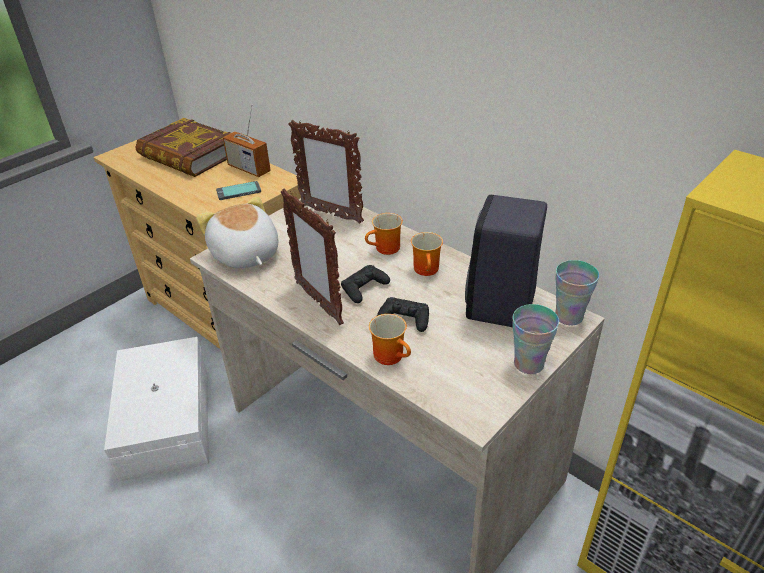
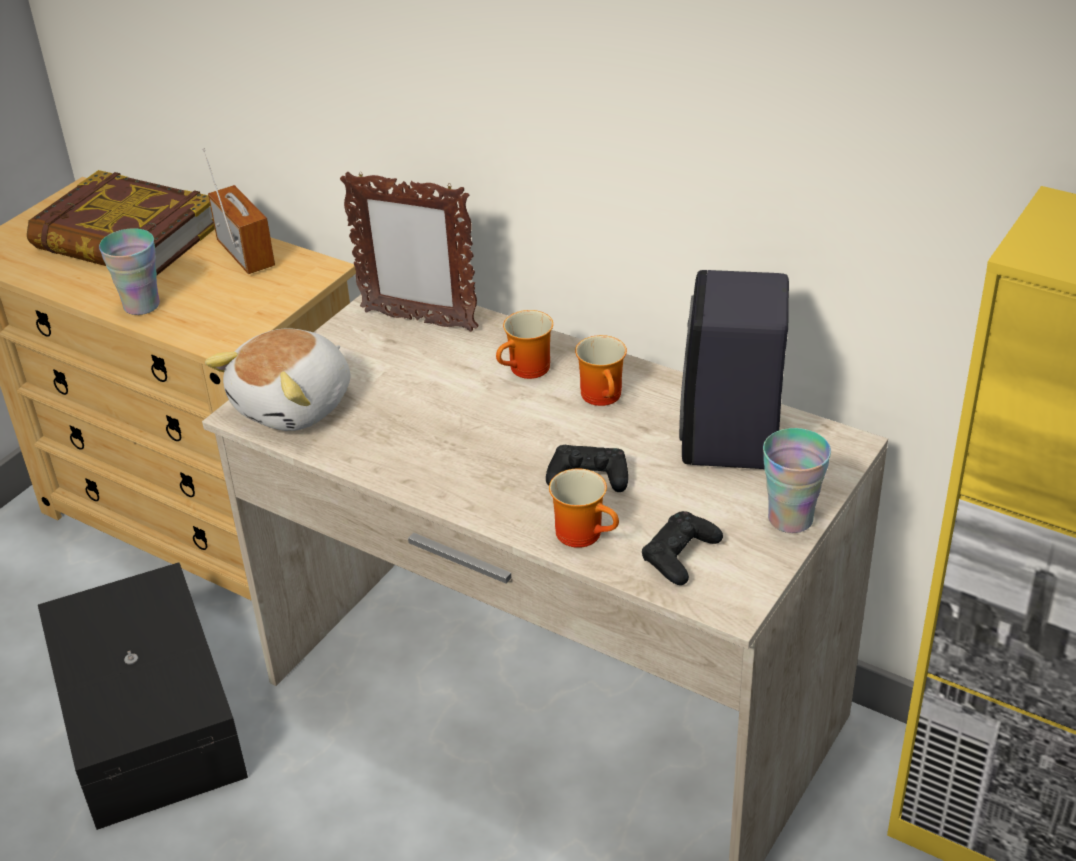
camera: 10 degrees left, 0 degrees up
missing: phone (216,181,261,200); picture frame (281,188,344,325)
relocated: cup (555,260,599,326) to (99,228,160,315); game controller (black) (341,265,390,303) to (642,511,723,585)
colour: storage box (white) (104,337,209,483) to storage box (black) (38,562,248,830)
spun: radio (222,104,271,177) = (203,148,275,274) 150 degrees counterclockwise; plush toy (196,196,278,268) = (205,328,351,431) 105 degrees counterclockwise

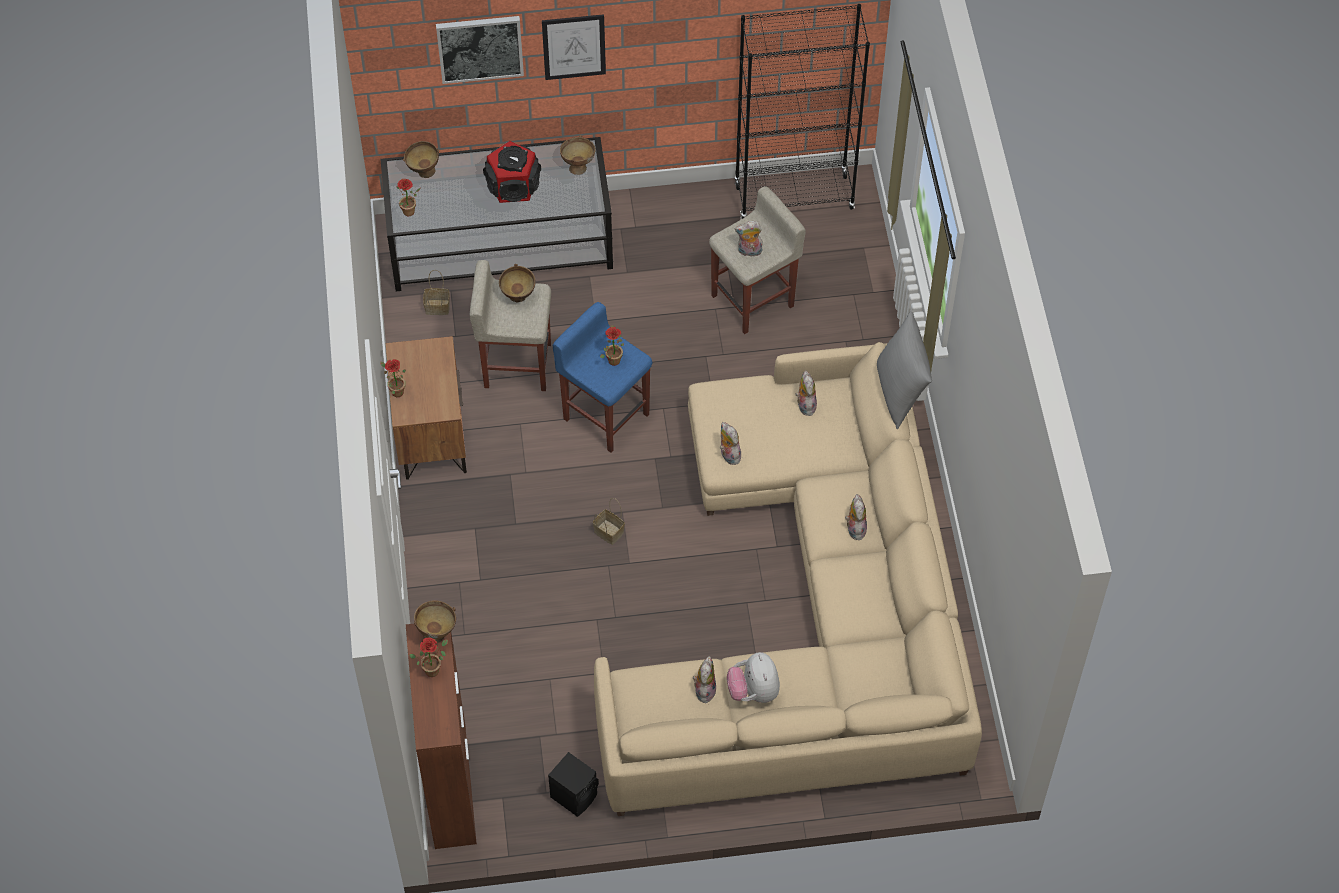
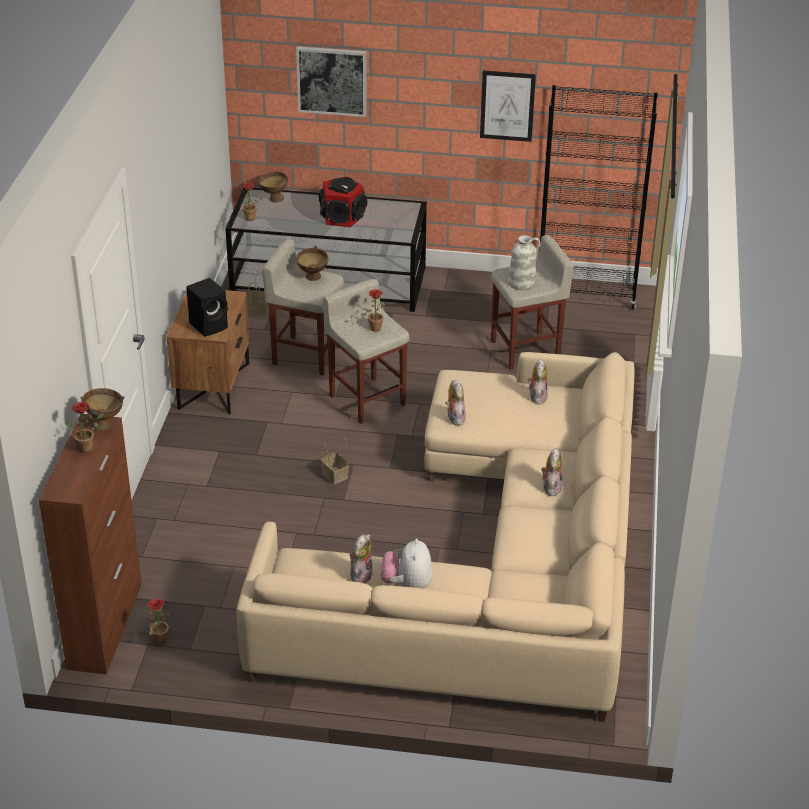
camera: 15 degrees right, 20 degrees down
missing: bowl (brown) (560,135,596,175); pillow (grey) (877,311,932,429)
relocated: potted plant (381,359,406,397) to (148,598,170,644); speaker (black) (548,752,599,817) to (186,278,228,337); picture (542,14,606,80) to (480,70,536,142)
exchanged: plush toy (734,221,763,256) to vase (white) (509,235,541,290)
colour: stool (blue) (553,302,652,453) to stool (beige) (323,279,409,424)

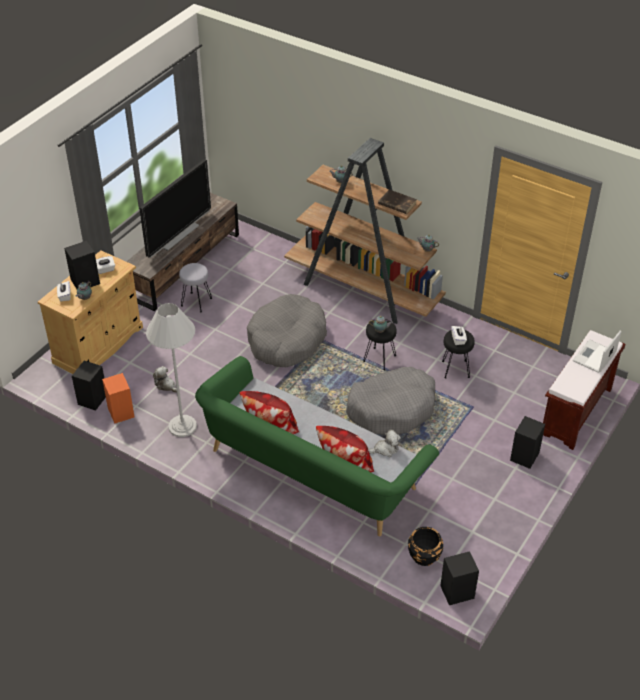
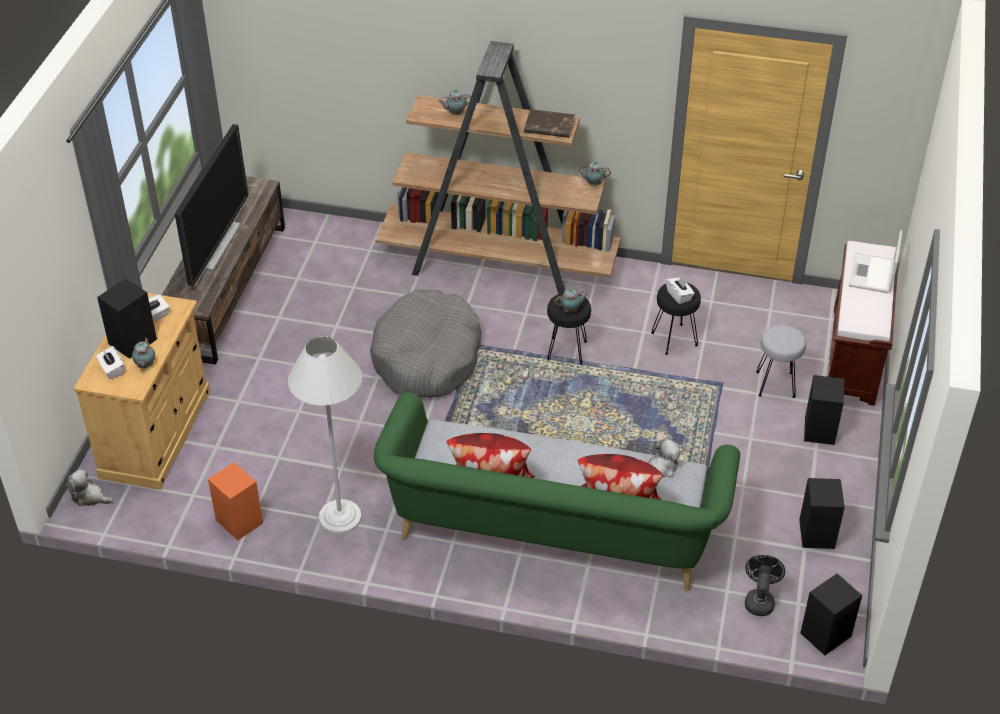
camera: 20 degrees left, 0 degrees up
missing: dog bed (grey) (346,367,435,435)
relocated: plush toy (153,366,177,393) to (67,469,113,506); stool (grey) (179,263,212,312) to (756,325,806,398); speaker (black) (72,361,106,411) to (799,478,845,549)
exchanged: planter (black) (408,527,443,566) to fan (black) (745,555,785,616)

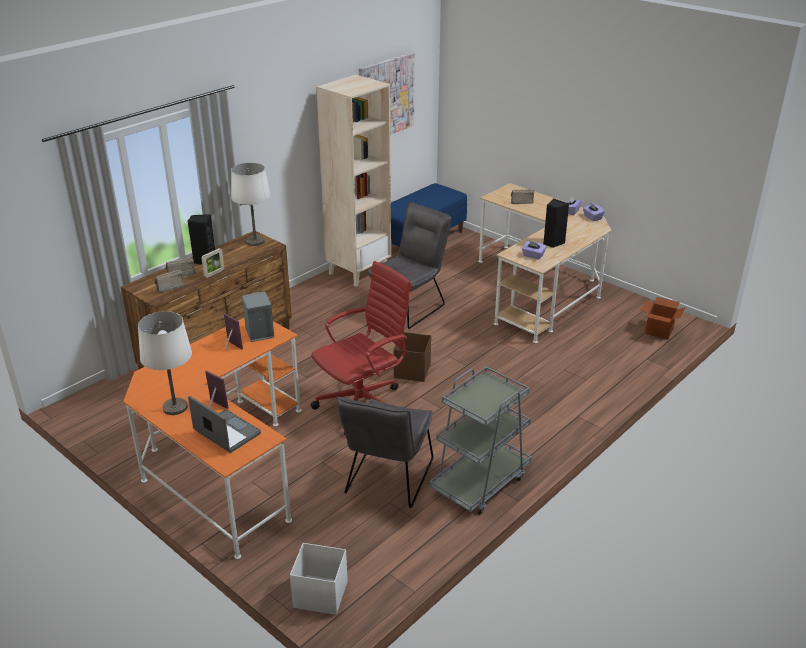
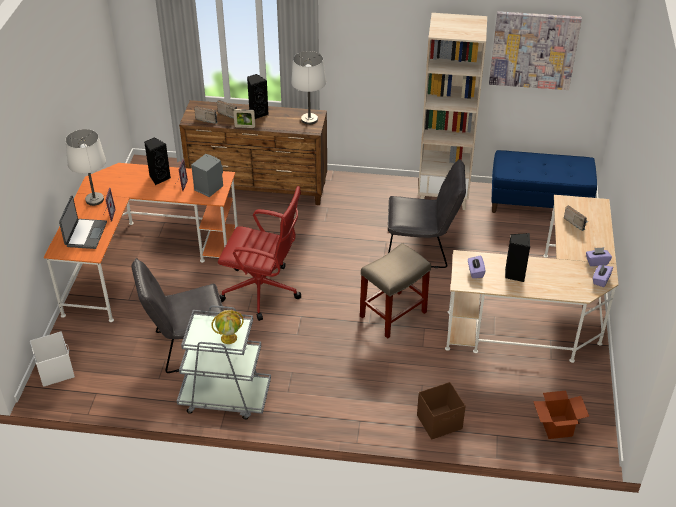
camera: 55 degrees right, 10 degrees up
appeared: speaker (black) (144,137,171,185); globe (211,310,244,344); stool (beige) (360,243,431,339)
relocated: storage box (brown) (393,332,431,382) to (417,382,466,440)

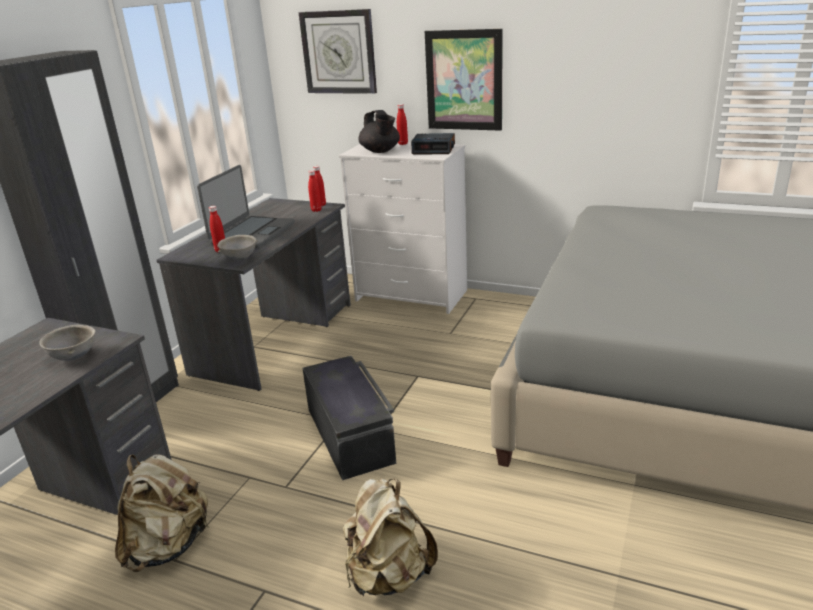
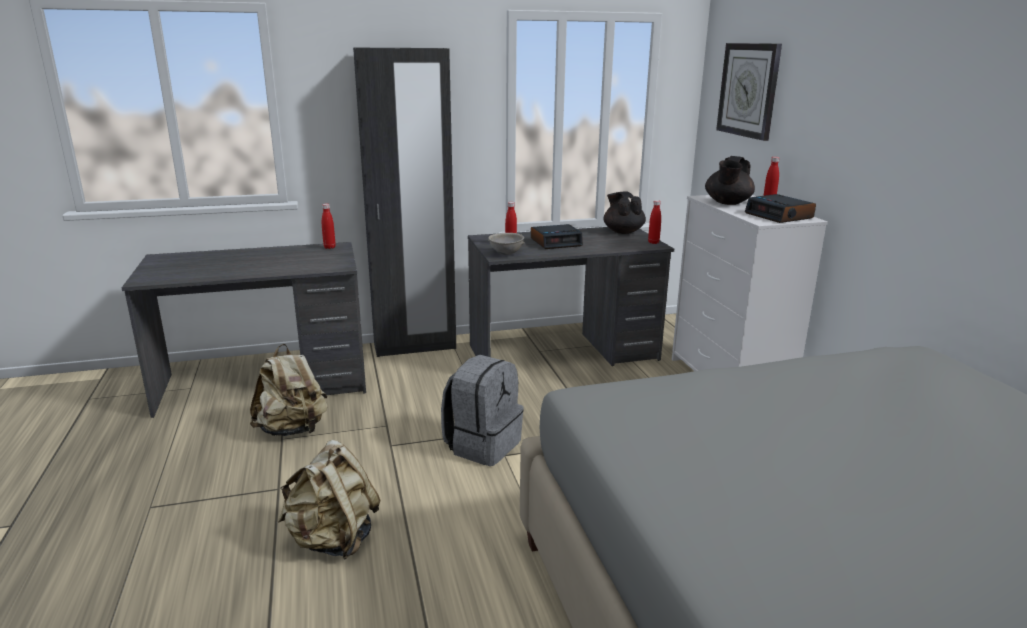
camera: 50 degrees right, 5 degrees down
missing: bowl (grey) (39,325,96,361); picture (425,29,503,131)
appeared: teapot (black) (603,191,646,234)
relocated: bottle (red) (308,170,322,212) to (322,204,336,249)
exchanged: storage box (black) (302,356,396,480) to backpack (grey) (441,355,524,466); laptop (197,165,295,248) to alarm clock (531,224,583,249)

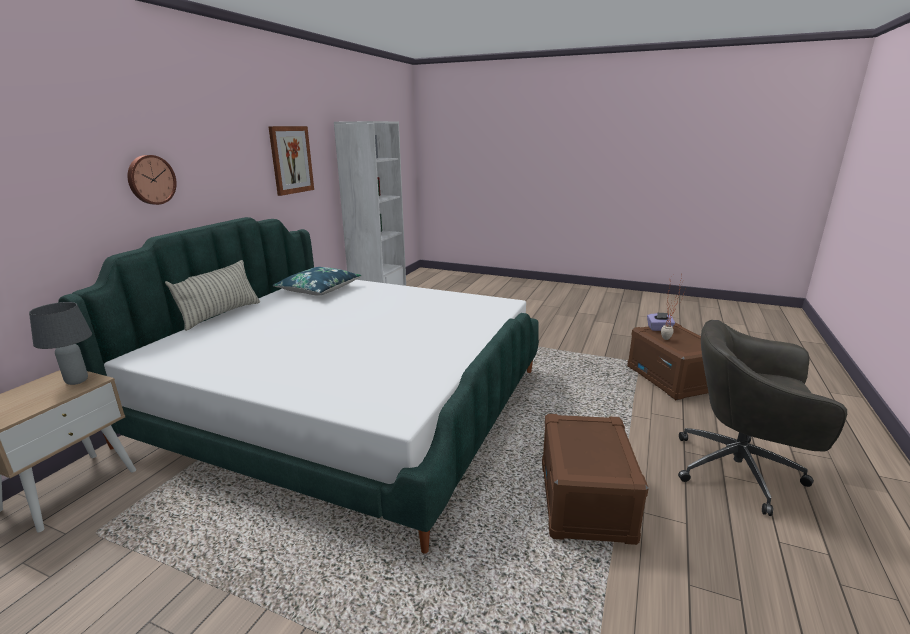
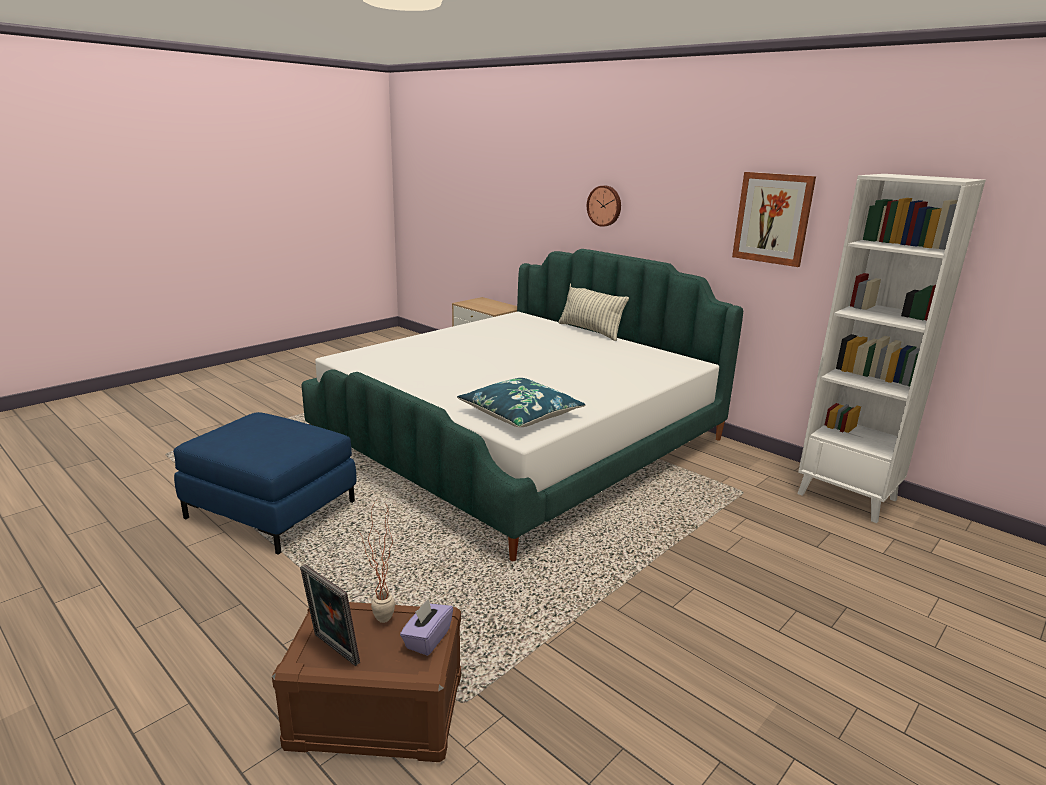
camera: 110 degrees right, 0 degrees up
missing: table lamp (grey) (29,302,92,385); office chair (grey) (678,320,847,516)
appeared: picture frame (300,564,360,666)
relocated: pillow (blue) (273,267,362,296) to (457,378,586,427)
exchanged: storage box (brown) (542,414,649,545) to ottoman (blue) (173,412,357,555)

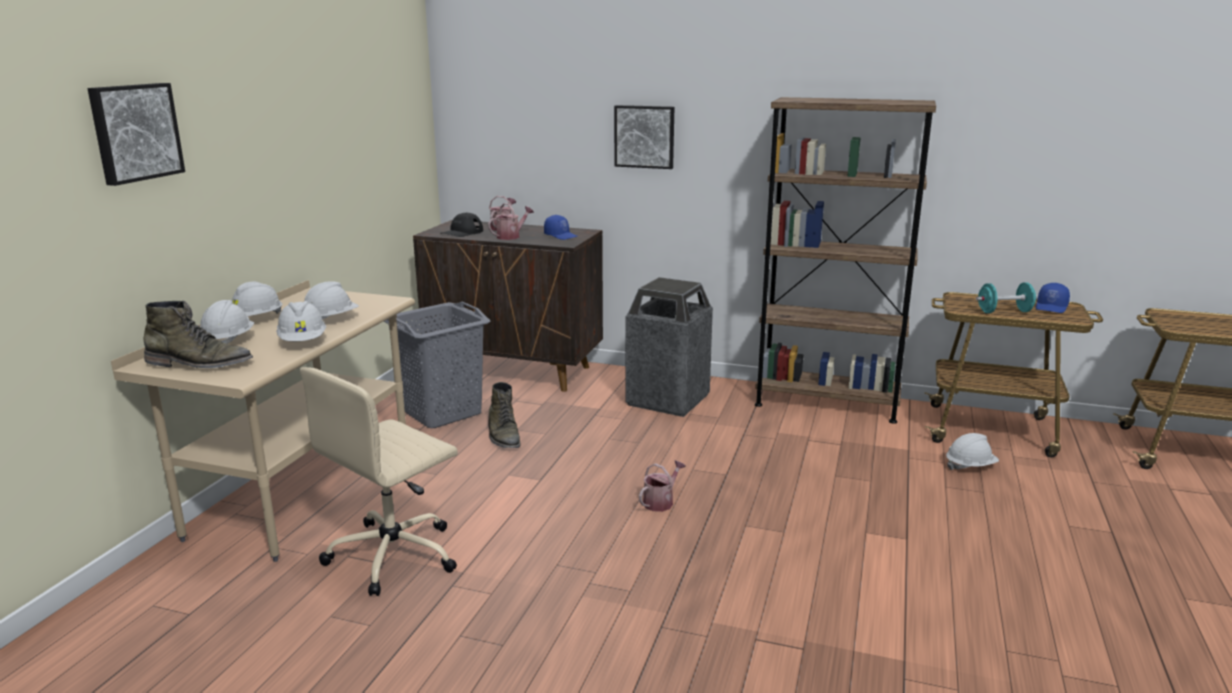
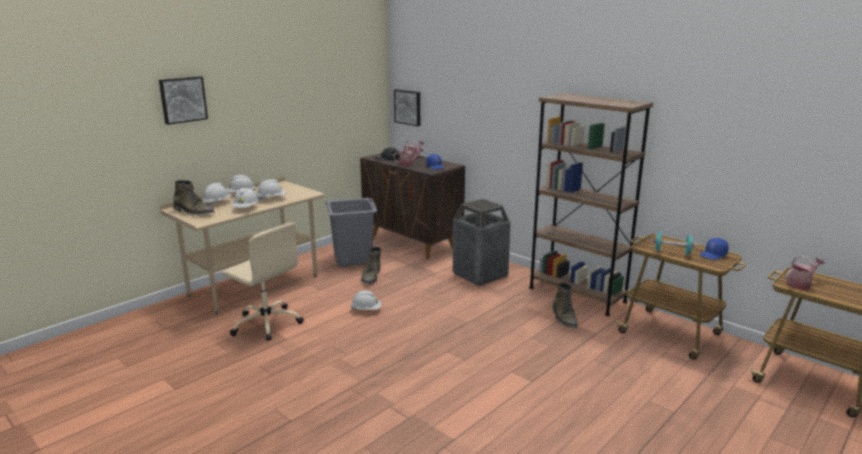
camera: 25 degrees right, 0 degrees up
appeared: boot (green) (552,282,578,328)
relocated: hard hat (white) (946,433,999,470) to (351,290,382,310); picture (614,105,674,169) to (394,89,420,126); watering can (639,460,686,512) to (786,256,825,290)
spun: office chair (beige) (300,367,458,596) = (222,222,303,341) 120 degrees counterclockwise

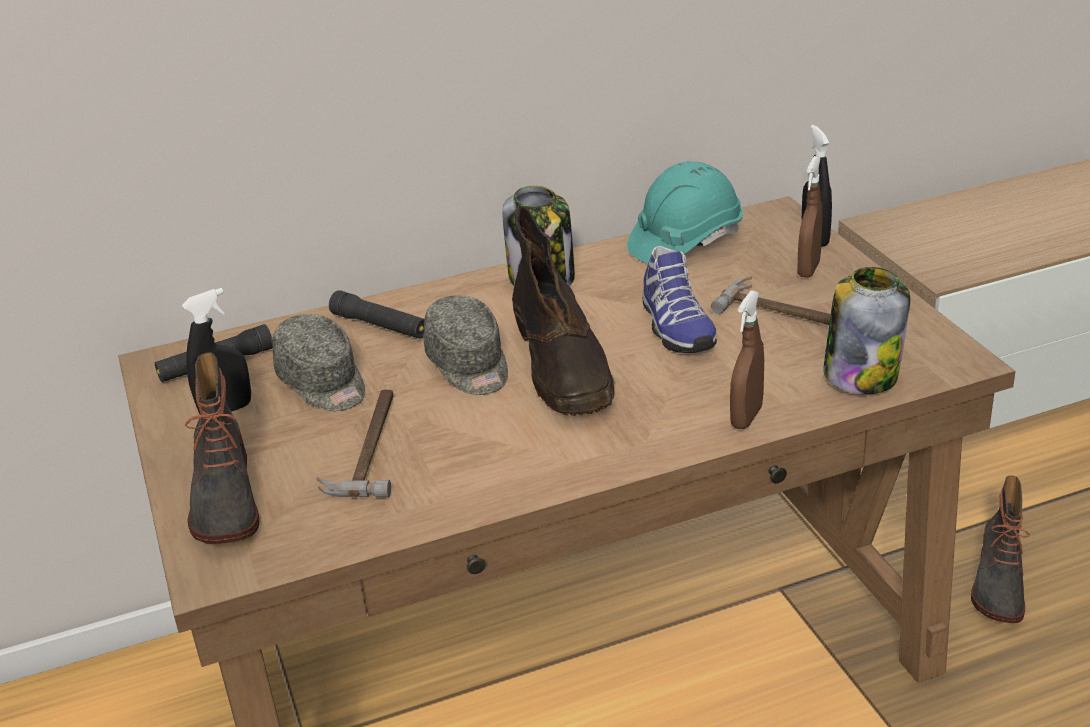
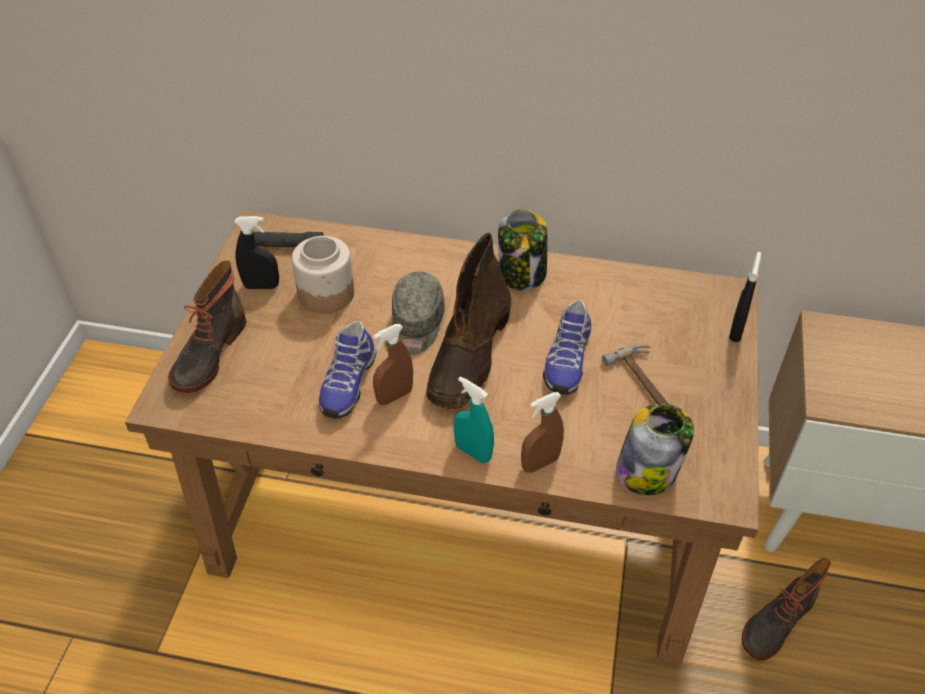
camera: 30 degrees right, 15 degrees up
missing: hammer (317,390,393,497); flashlight (black) (329,290,424,339); hard hat (turquoise) (627,161,743,264)
appeared: shoe (319,321,376,418); spray bottle (turquoise) (454,377,494,463)
relocated: spray bottle (brown) (798,156,823,278) to (373,324,413,405)
exchanged: cap (grey) (273,314,365,411) to jar (292,236,354,313)

